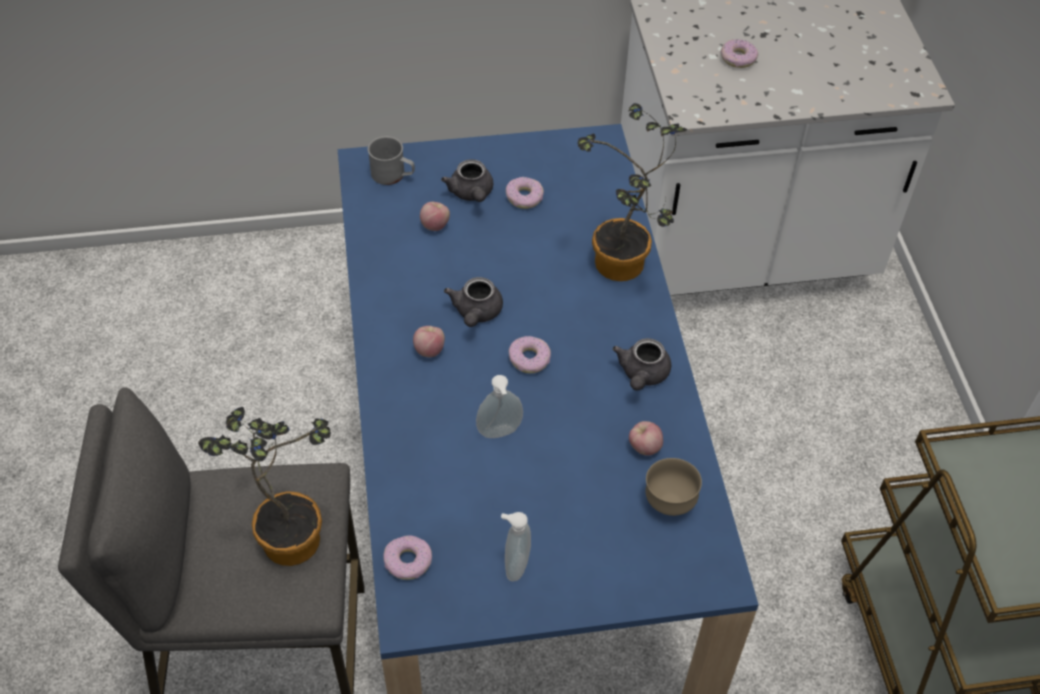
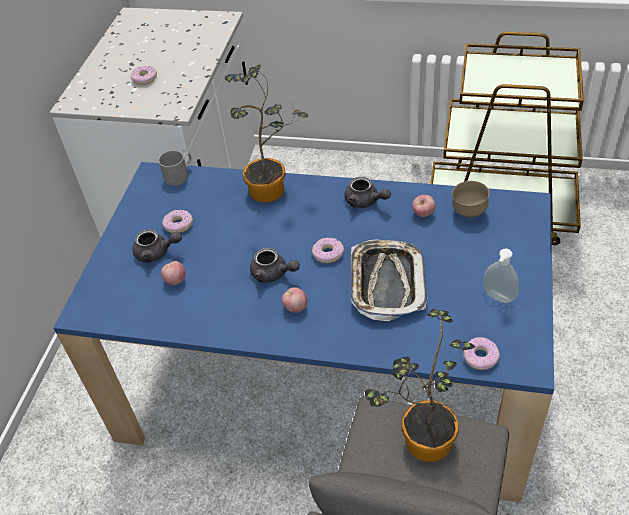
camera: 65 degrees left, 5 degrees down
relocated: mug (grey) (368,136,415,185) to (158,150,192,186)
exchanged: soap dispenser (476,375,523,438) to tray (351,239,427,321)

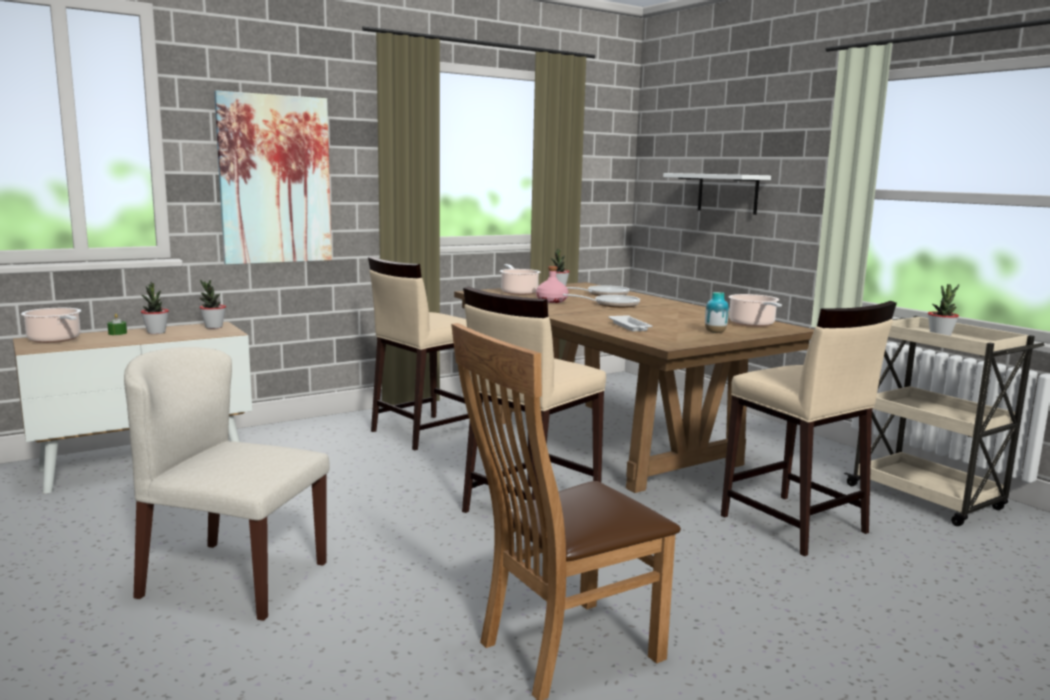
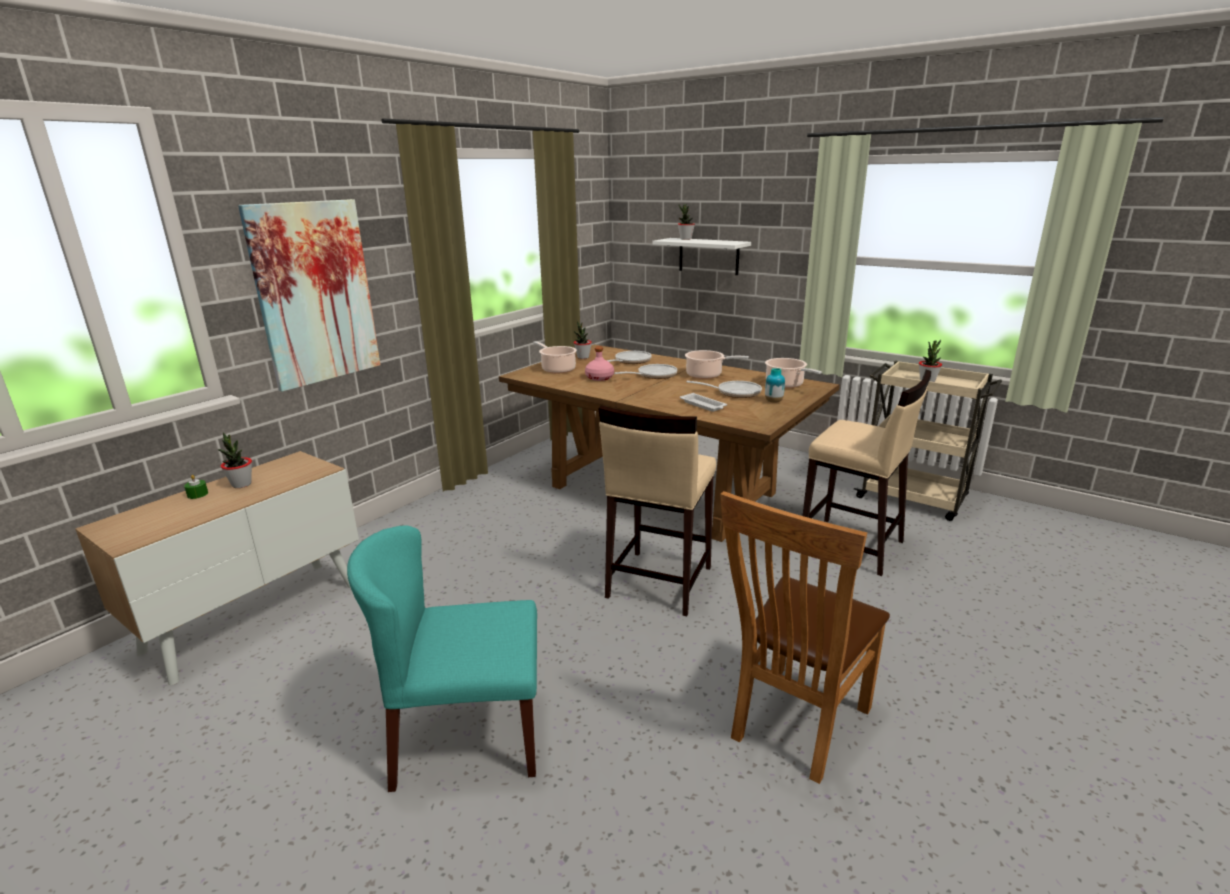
camera: 20 degrees left, 10 degrees up
missing: stool (beige) (368,256,469,451)
appeared: frying pan (687,381,762,398)
relocated: potted plant (199,279,226,329) to (678,204,695,240); cooking pot (21,308,81,343) to (685,350,749,379)
colour: chair (beige) (124,347,330,621) to chair (turquoise) (347,526,537,792)

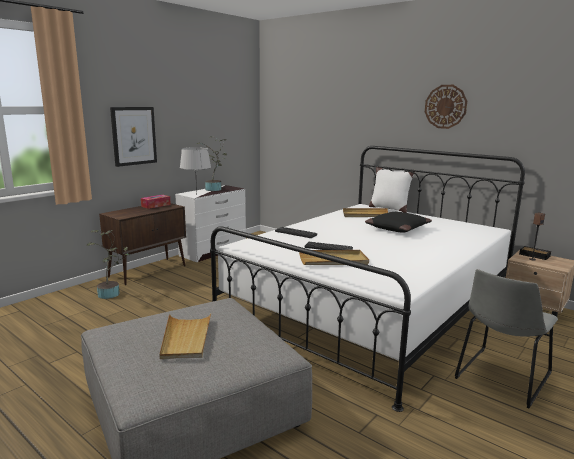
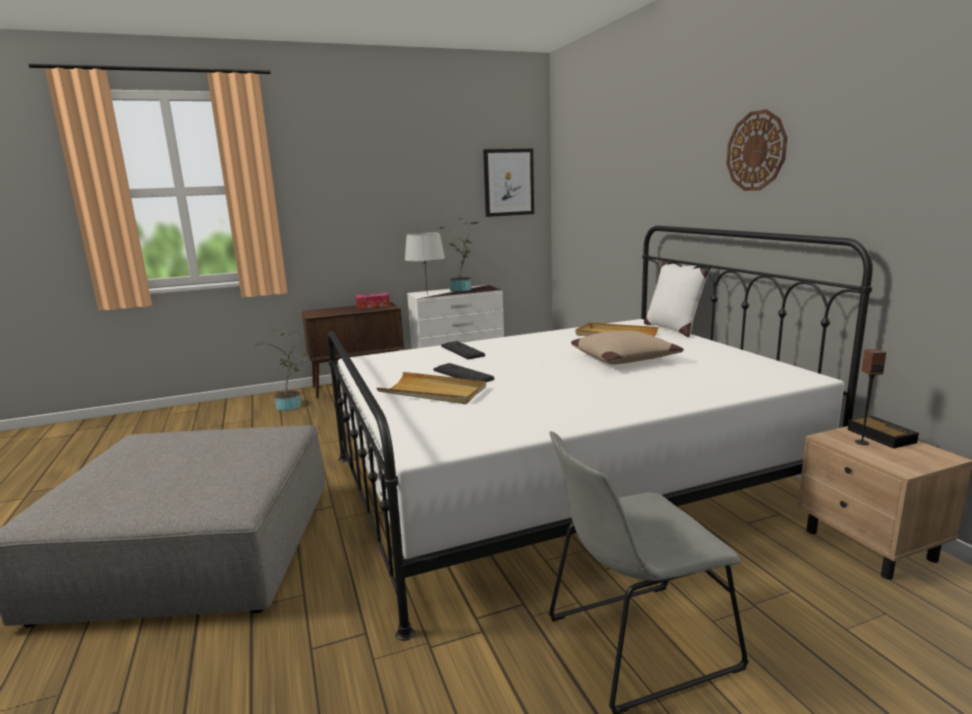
camera: 30 degrees right, 0 degrees up
missing: tray (beige) (159,314,211,359)
relocated: picture (110,107,157,167) to (483,149,534,217)
colour: pillow (black) (365,212,432,233) to pillow (beige) (571,331,684,364)

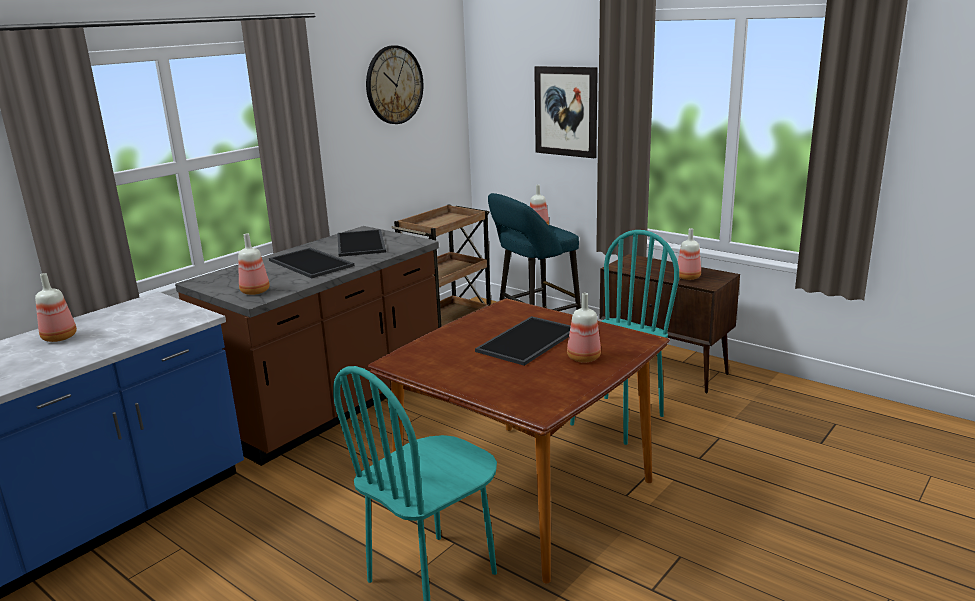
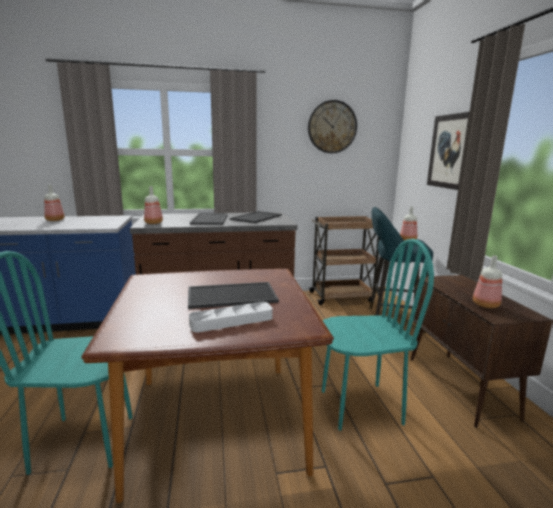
camera: 40 degrees right, 5 degrees down
exchanged: bottle (567,293,601,362) to tray (white) (189,302,273,333)

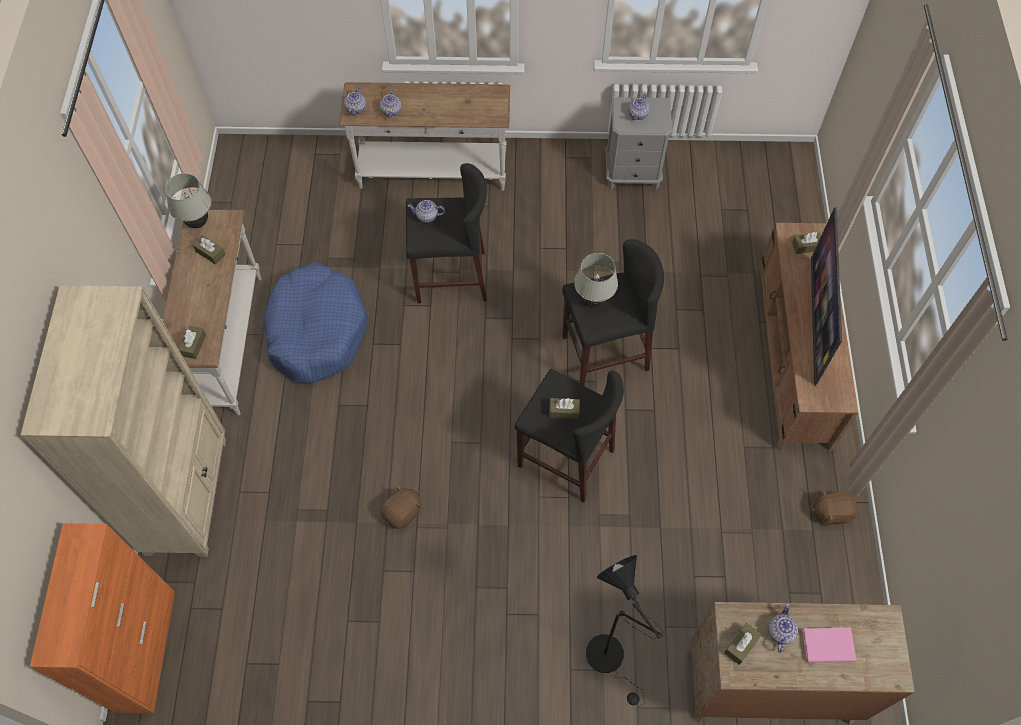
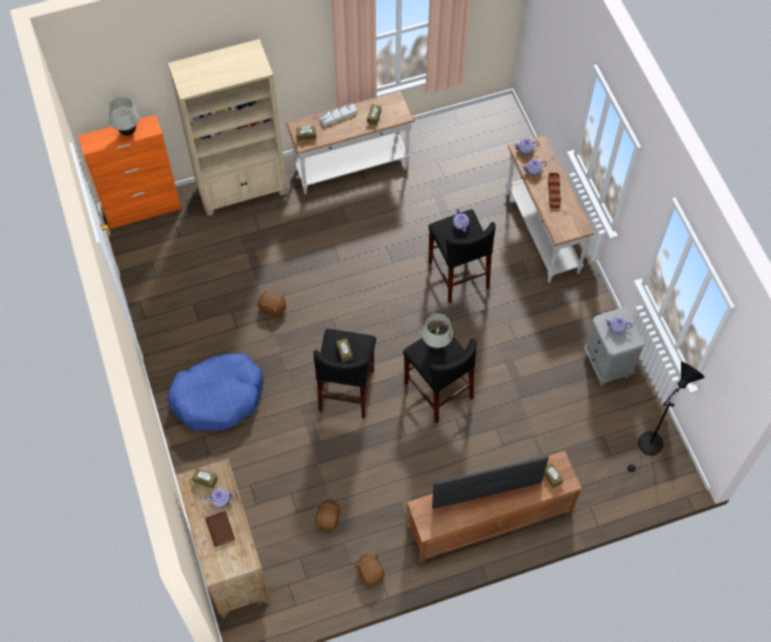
camera: 70 degrees right, 0 degrees up
appeared: plush toy (brown) (315,499,342,531); tray (grey) (320,104,357,126); tray (brown) (548,173,561,208)
relocated: table lamp (white) (165,173,211,228) to (109,96,140,136); dog bed (blue) (264,262,368,383) to (168,353,264,431); floor lamp (black) (586,555,664,705) to (627,362,705,475)
colour: book (pink) (802,628,856,663) to book (brown) (206,511,235,547)

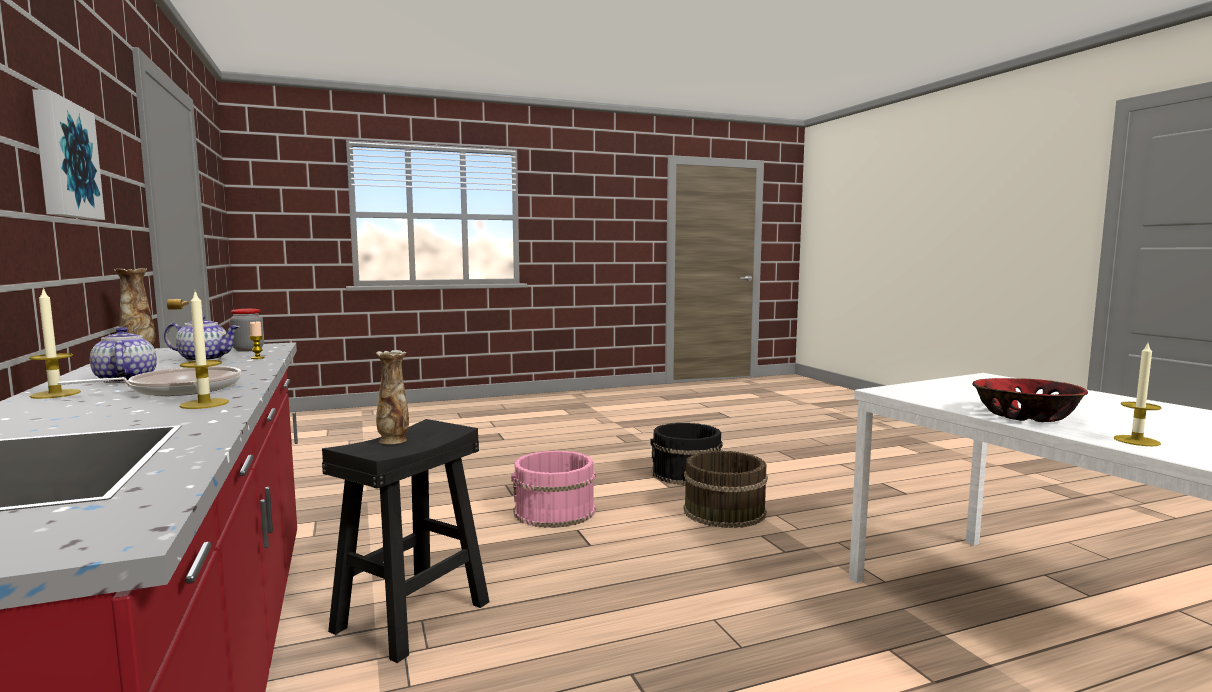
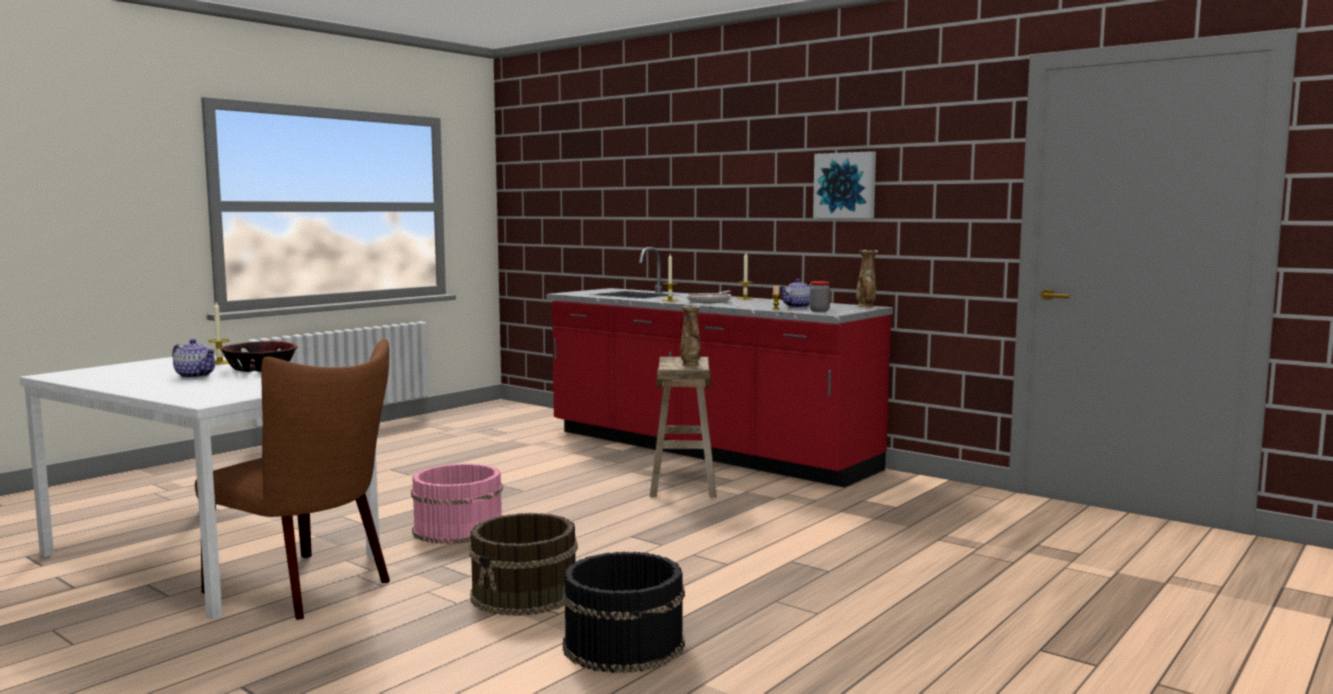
camera: 150 degrees right, 0 degrees up
appeared: chair (brown) (195,339,390,620)
relocated: teapot (90,327,157,383) to (172,339,215,378); bucket (pink) (511,450,596,528) to (411,463,503,544)
colour: stool (black) (322,419,489,663) to stool (beige) (650,357,717,498)

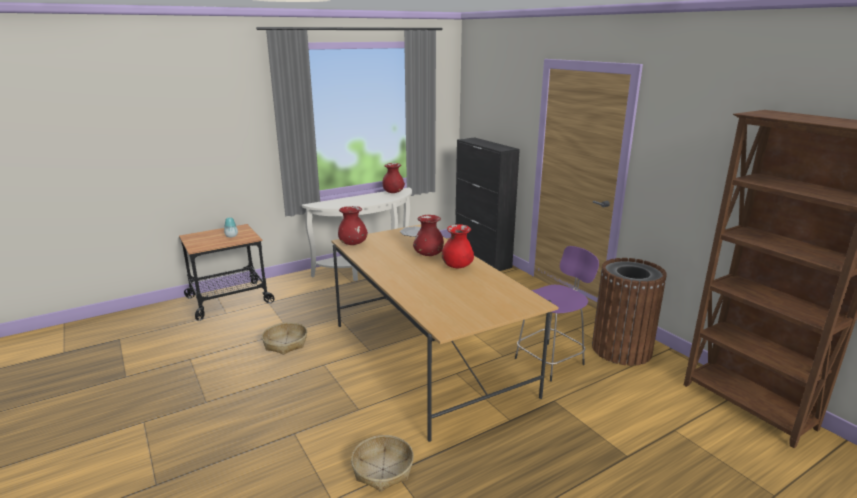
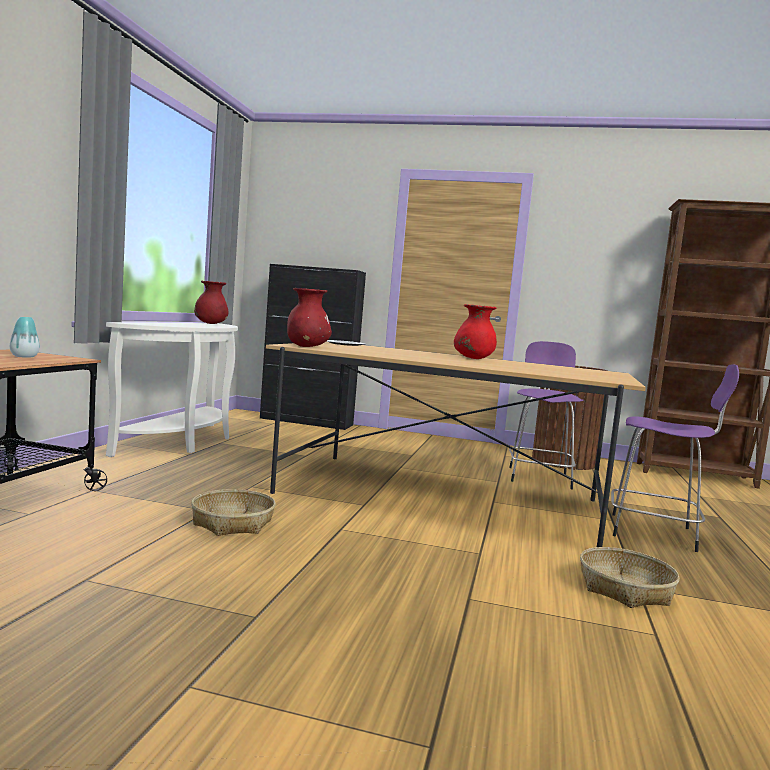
camera: 45 degrees left, 15 degrees down
missing: vase (red) (413,215,444,256)
appeared: stool (purple) (611,364,739,552)

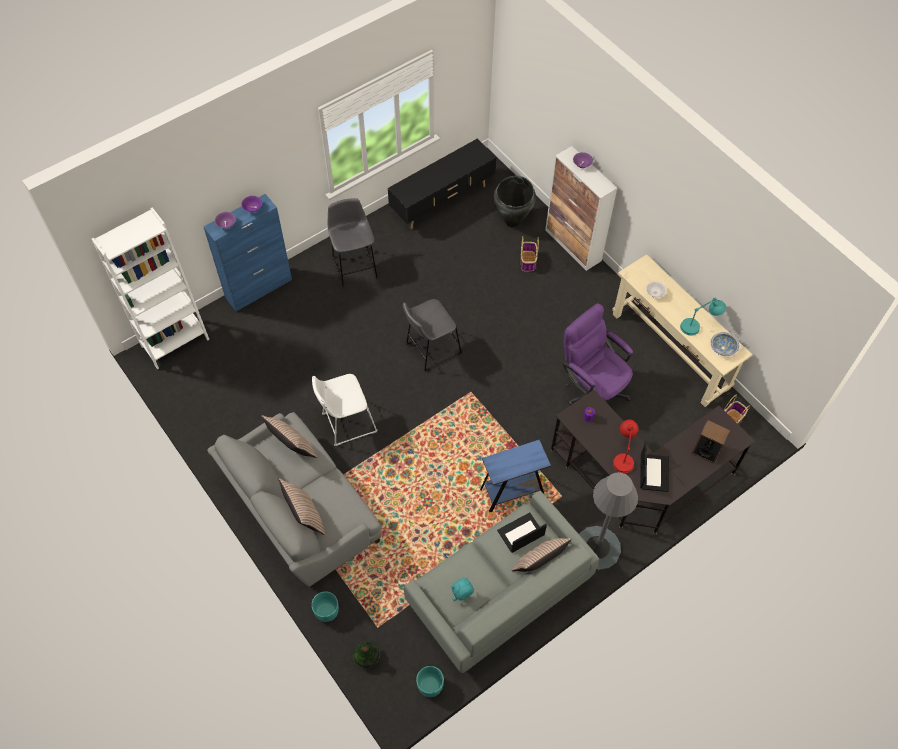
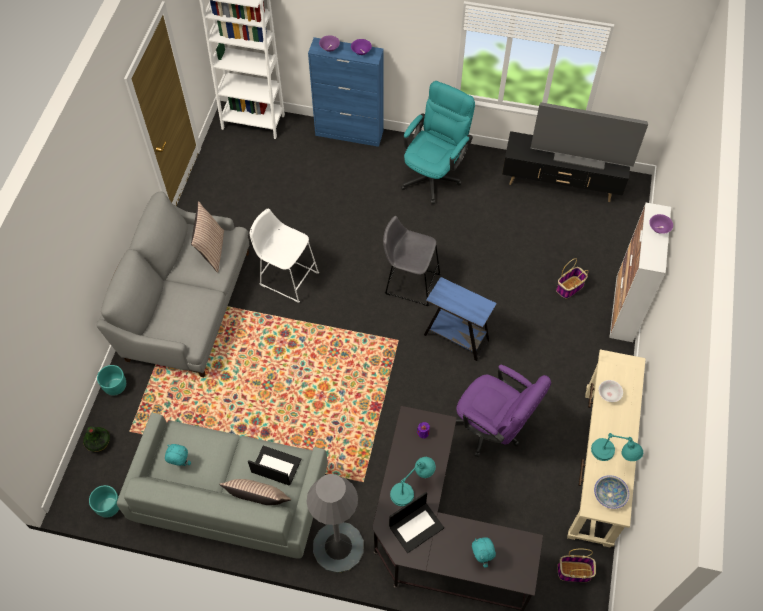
camera: 50 degrees right, 0 degrees up
missing: pillow (279,478,325,535); vase (black) (494,176,536,227)
appeared: television (531,102,648,170)
relocated: side table (blue) (480,440,551,512) to (424,277,497,361)
exchanged: stool (grey) (328,198,378,287) to office chair (turquoise) (401,81,475,204); speaker (692,420,730,464) to plush toy (turquoise) (472,537,496,568)
colour: table lamp (red) (613,419,639,474) to table lamp (turquoise) (390,457,436,506)
spun: office chair (purple) (562,303,633,405) = (456,365,551,457) 120 degrees clockwise

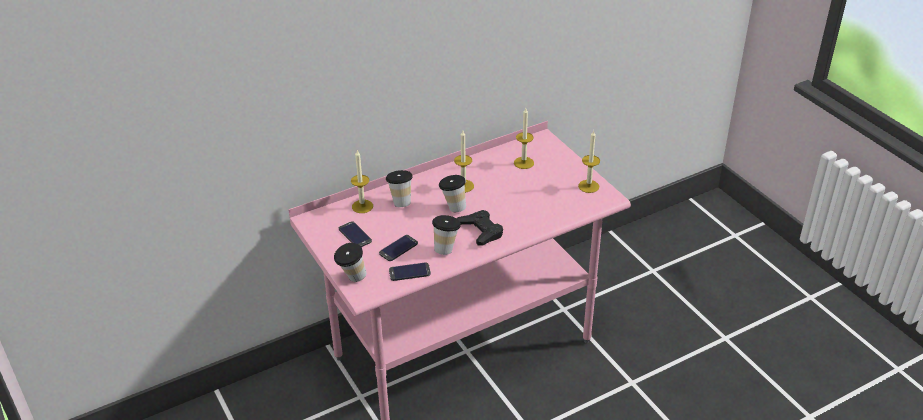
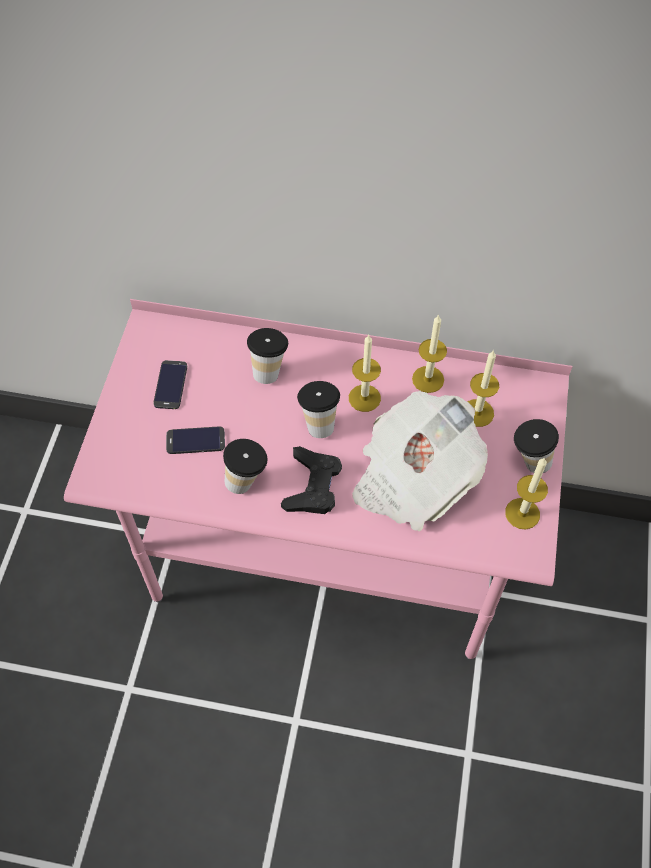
camera: 40 degrees right, 20 degrees up
missing: phone (389,262,431,281)
appeared: newspaper (352,391,488,531)
relocated: candle (351,150,373,213) to (412,315,447,393); cup (334,243,366,282) to (514,419,559,473)

